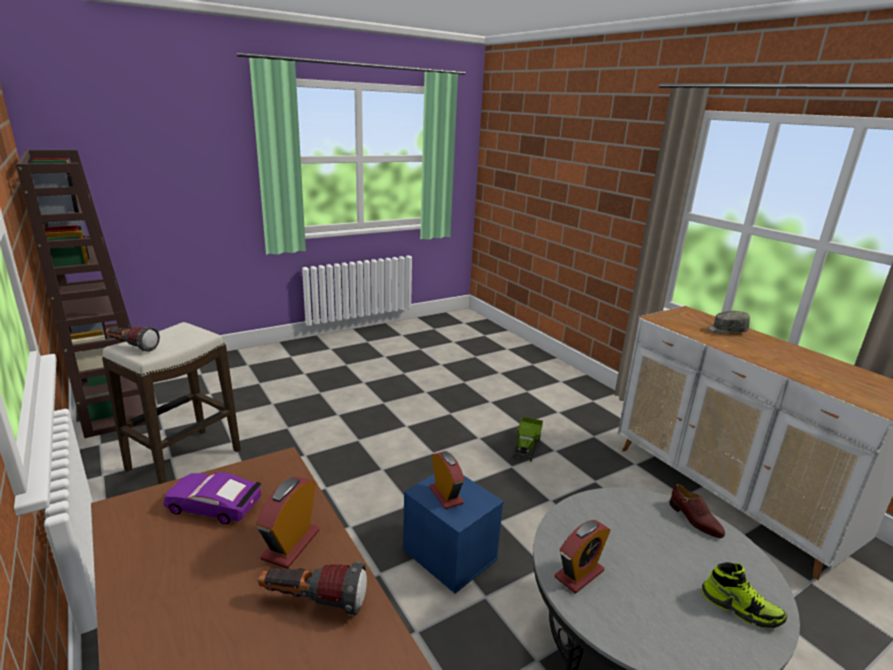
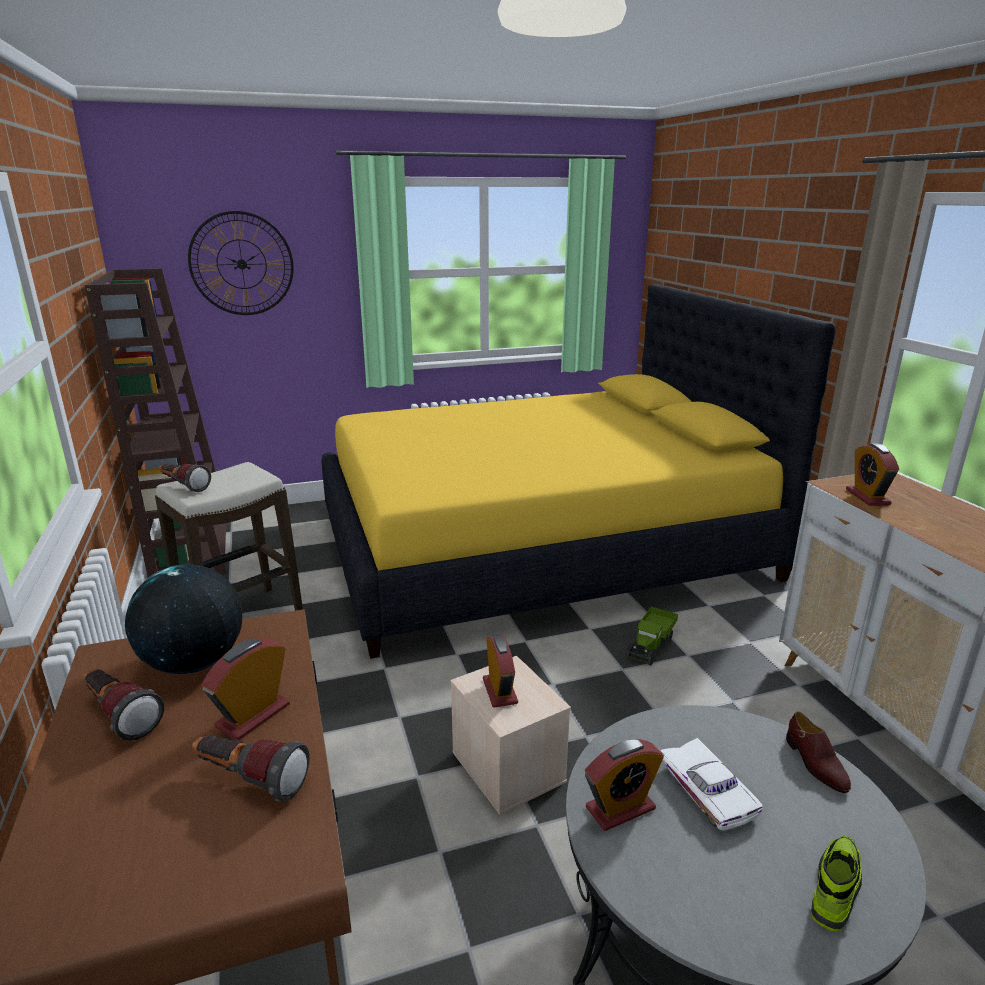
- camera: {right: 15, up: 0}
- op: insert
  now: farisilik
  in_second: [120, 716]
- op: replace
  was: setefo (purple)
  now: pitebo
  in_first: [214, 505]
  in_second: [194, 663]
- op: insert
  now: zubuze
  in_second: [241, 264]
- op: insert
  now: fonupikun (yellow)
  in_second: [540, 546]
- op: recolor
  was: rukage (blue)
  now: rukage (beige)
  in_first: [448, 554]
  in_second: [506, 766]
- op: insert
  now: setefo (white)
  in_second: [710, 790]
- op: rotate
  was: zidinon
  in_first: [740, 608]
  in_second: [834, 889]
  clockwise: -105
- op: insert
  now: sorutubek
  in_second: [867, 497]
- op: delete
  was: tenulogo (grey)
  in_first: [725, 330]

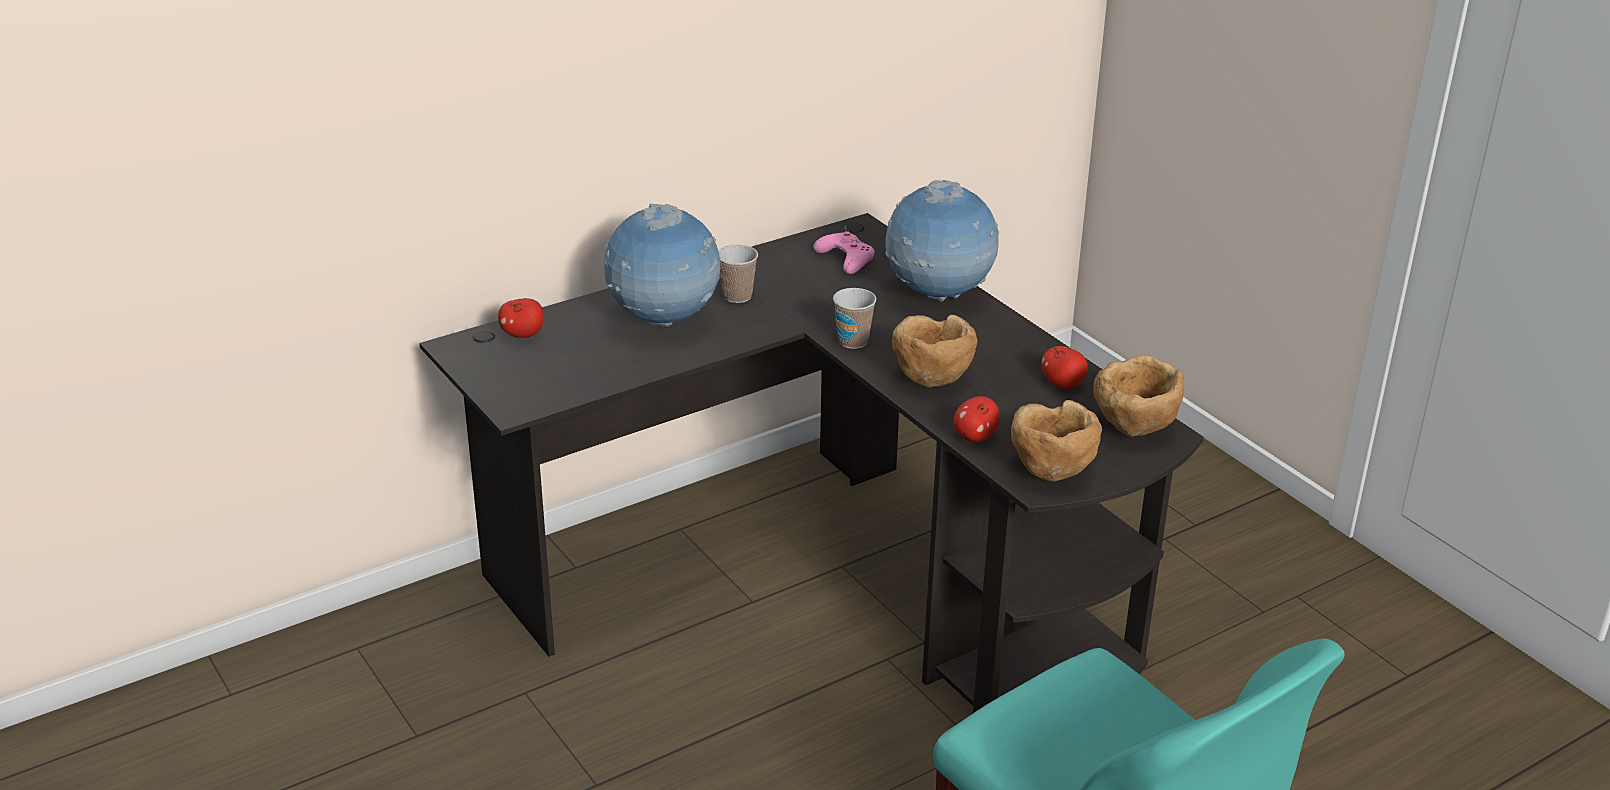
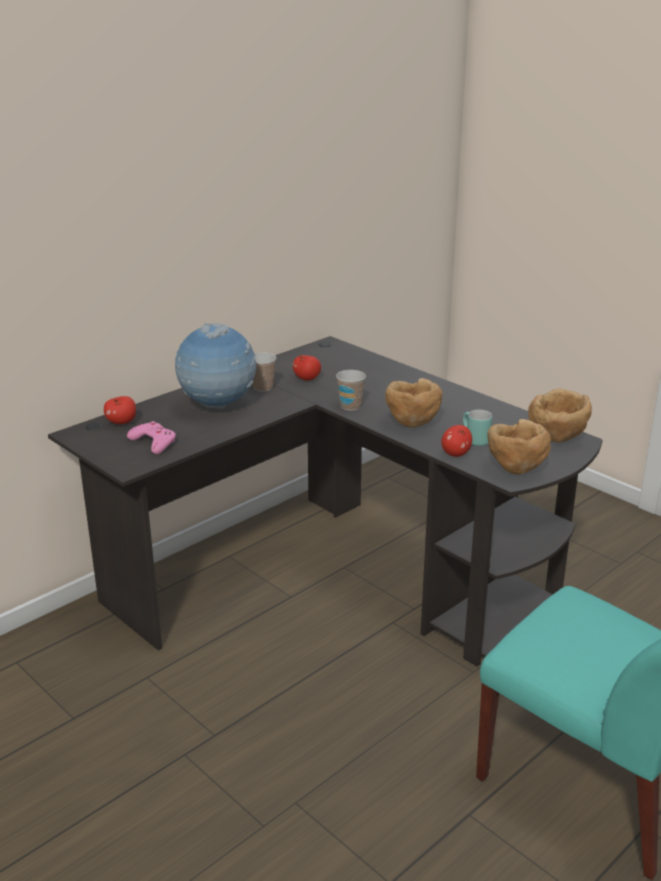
- camera: {right: -10, up: -5}
- op: move
  was: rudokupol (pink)
  in_first: [846, 258]
  in_second: [153, 442]
- op: move
  was: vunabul
  in_first: [1063, 384]
  in_second: [307, 379]
- op: insert
  now: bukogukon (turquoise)
  in_second: [473, 440]
- op: delete
  was: pitebo
  in_first: [938, 296]

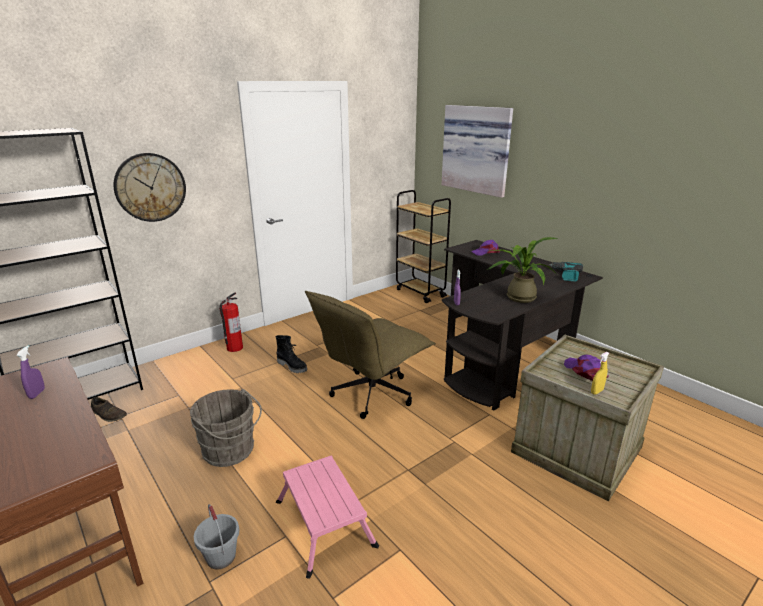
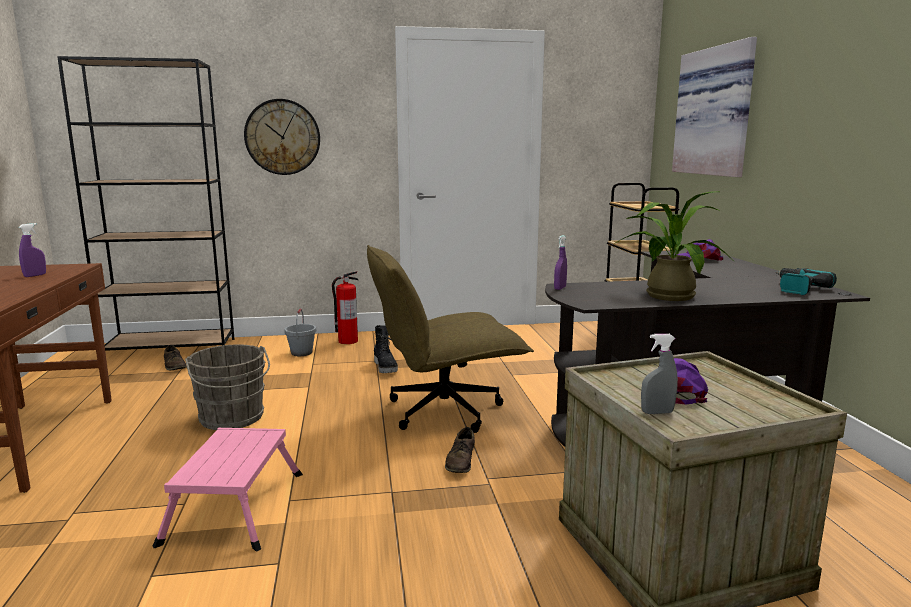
- camera: {right: 30, up: -10}
- op: move
  was: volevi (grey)
  in_first: [220, 557]
  in_second: [301, 353]
- op: insert
  now: zidinon (brown)
  in_second: [461, 460]
- op: recolor
  was: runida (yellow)
  now: runida (grey)
  in_first: [596, 391]
  in_second: [657, 412]

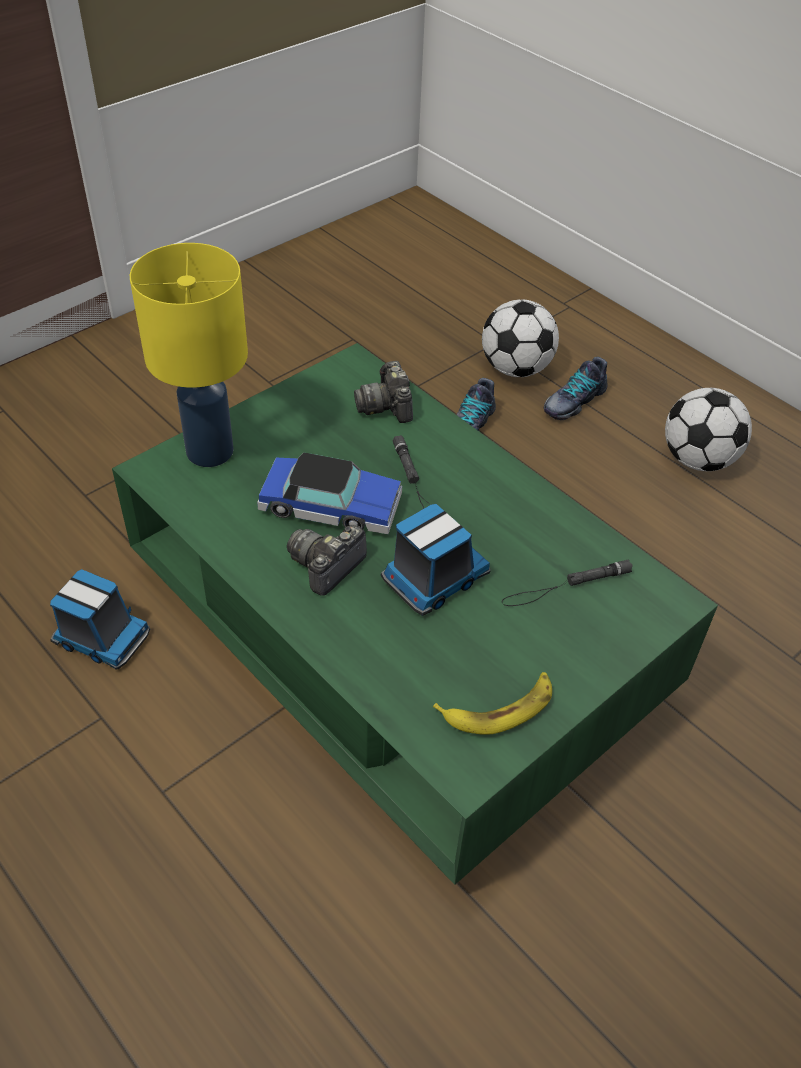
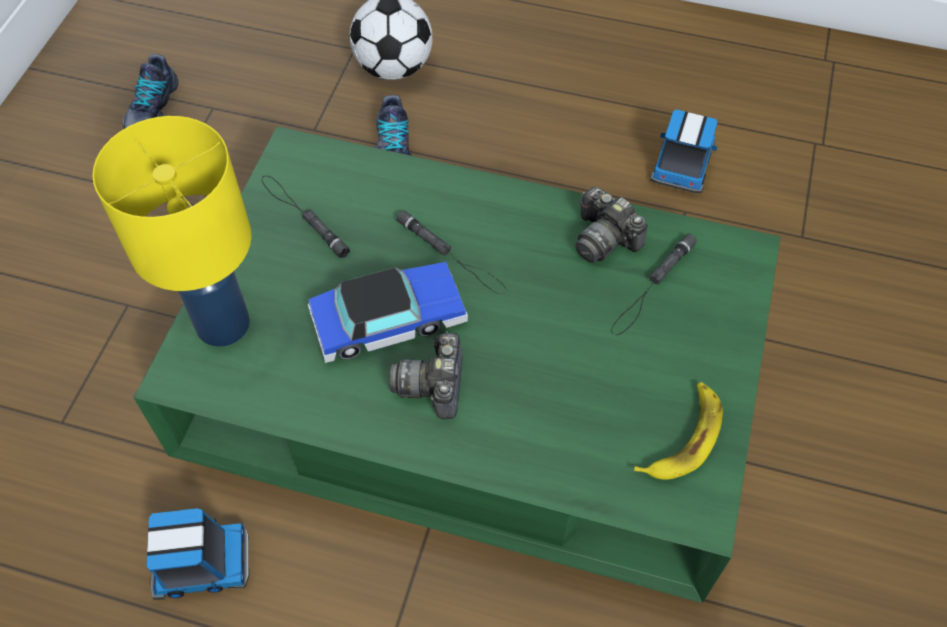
- camera: {right: -30, up: 10}
- op: move
  was: zidinon
  in_first: [573, 401]
  in_second: [151, 108]
- op: insert
  now: farisilik (black)
  in_second: [303, 216]
- op: move
  was: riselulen
  in_first: [386, 406]
  in_second: [604, 238]
- op: move
  was: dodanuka
  in_first: [434, 579]
  in_second: [682, 165]
- op: delete
  was: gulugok
  in_first: [697, 460]

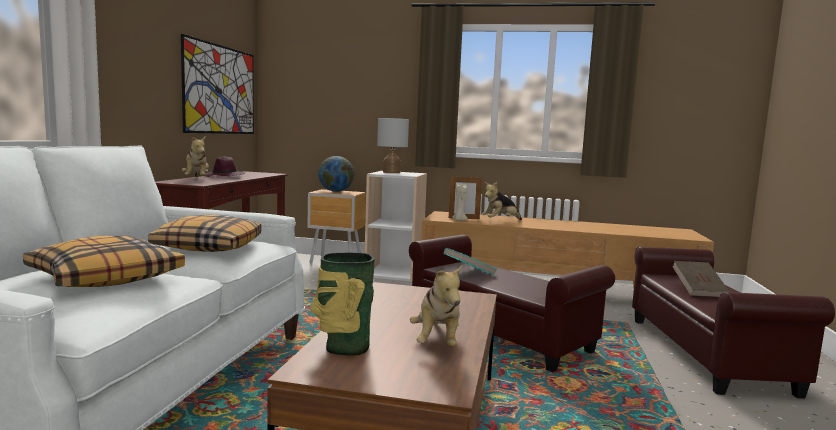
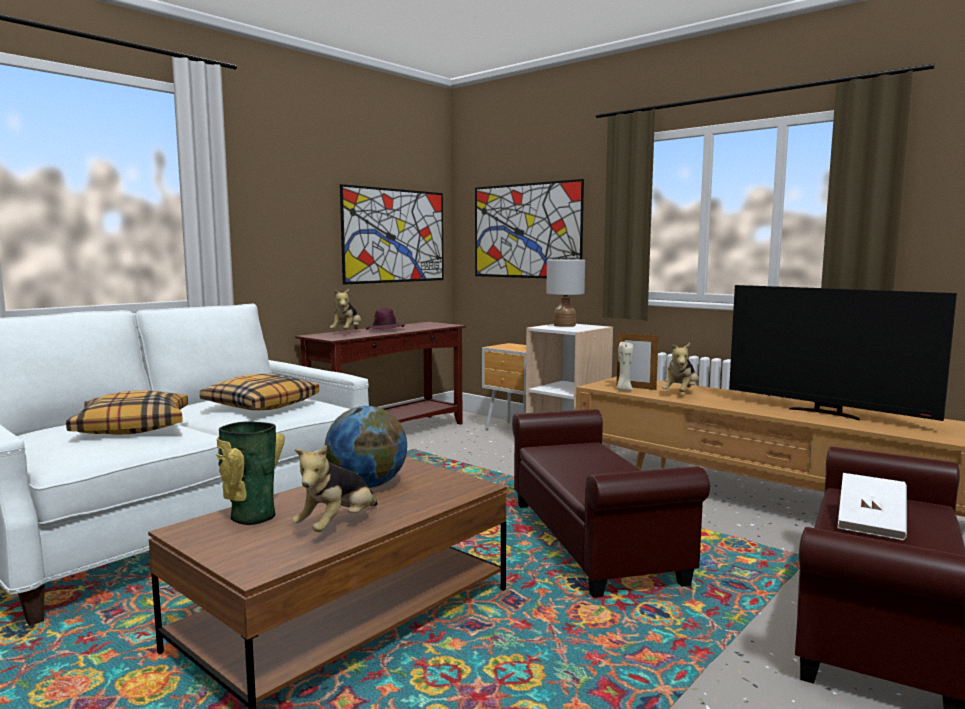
- camera: {right: 30, up: 0}
- op: move
  was: pitebo
  in_first: [335, 191]
  in_second: [367, 485]
- op: insert
  now: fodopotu
  in_second: [526, 231]
- op: rotate
  was: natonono
  in_first: [500, 221]
  in_second: [681, 394]
  clockwise: -60
- op: insert
  now: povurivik
  in_second: [826, 413]
- op: recolor
  was: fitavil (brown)
  now: fitavil (white)
  in_first: [698, 291]
  in_second: [871, 524]
- op: delete
  was: fitavil (turquoise)
  in_first: [469, 273]

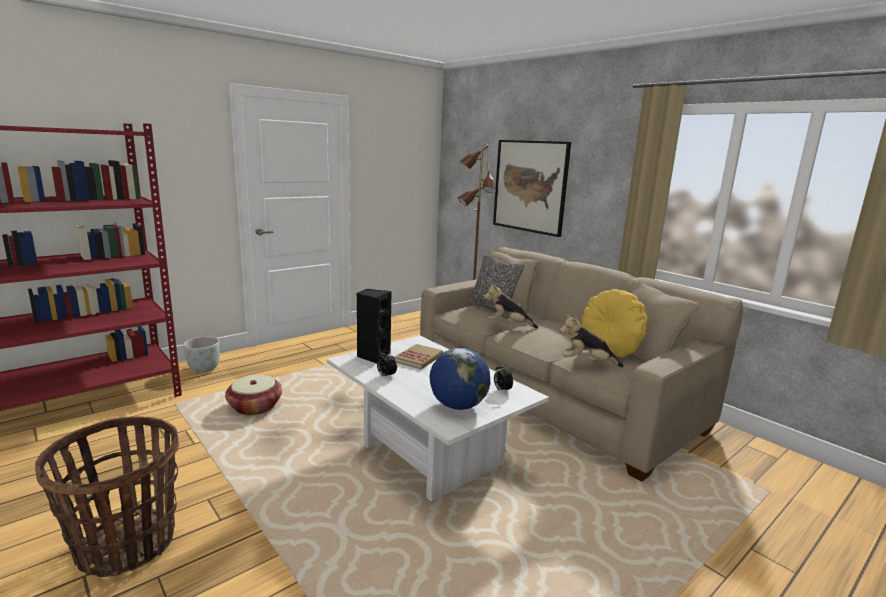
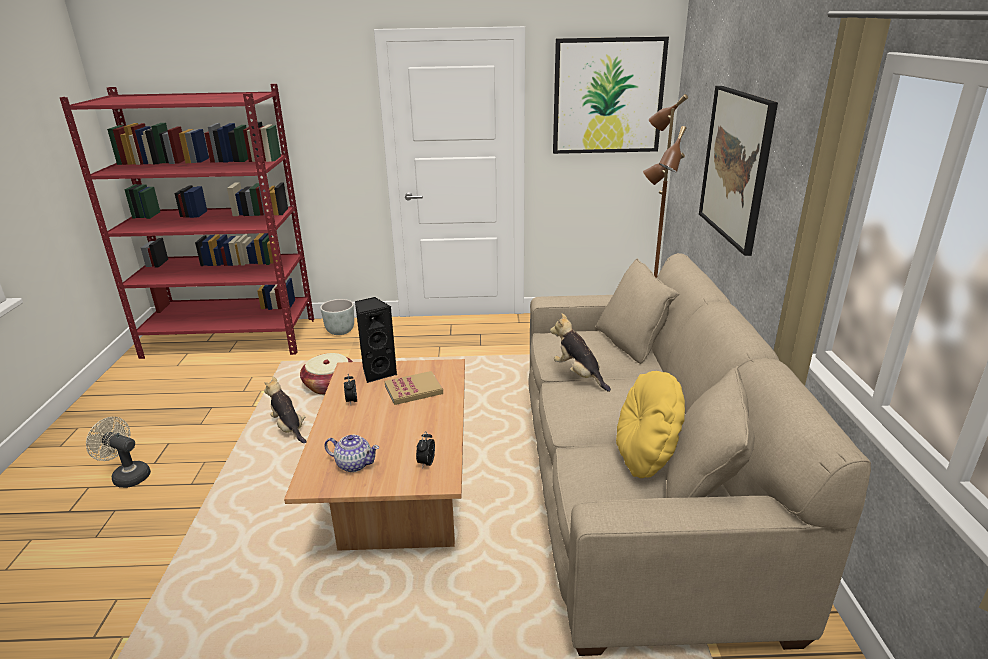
- camera: {right: 40, up: 10}
- op: replace
  was: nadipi
  now: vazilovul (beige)
  in_first: [126, 545]
  in_second: [127, 476]
- op: move
  was: natonono
  in_first: [587, 363]
  in_second: [289, 428]
- op: recolor
  was: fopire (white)
  now: fopire (brown)
  in_first: [427, 456]
  in_second: [398, 501]
- op: replace
  was: pitebo
  now: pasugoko
  in_first: [458, 406]
  in_second: [354, 464]
- op: insert
  now: fodopotu
  in_second: [608, 96]
- op: delete
  was: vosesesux
  in_first: [493, 309]

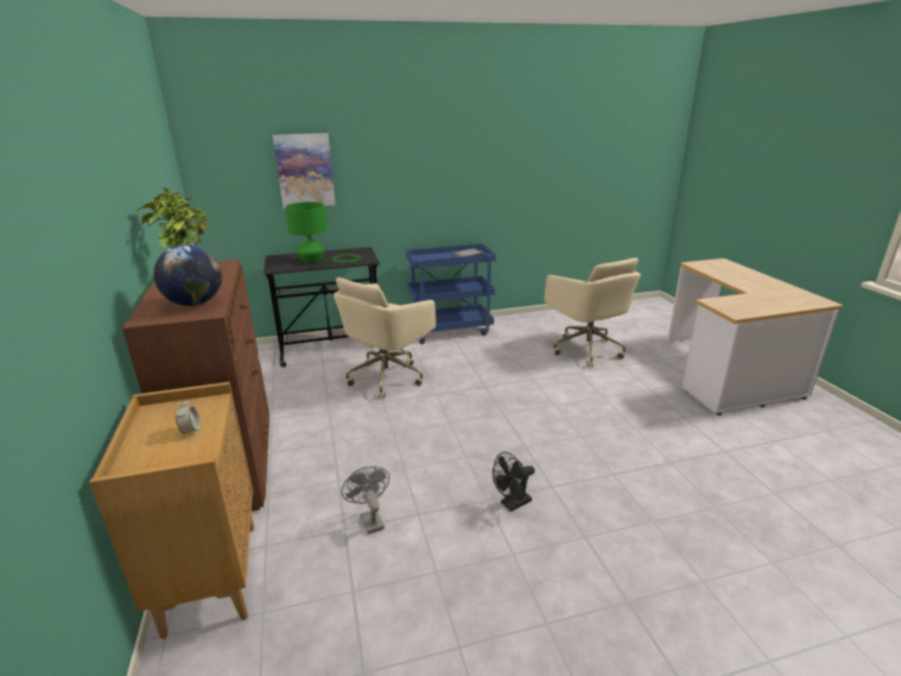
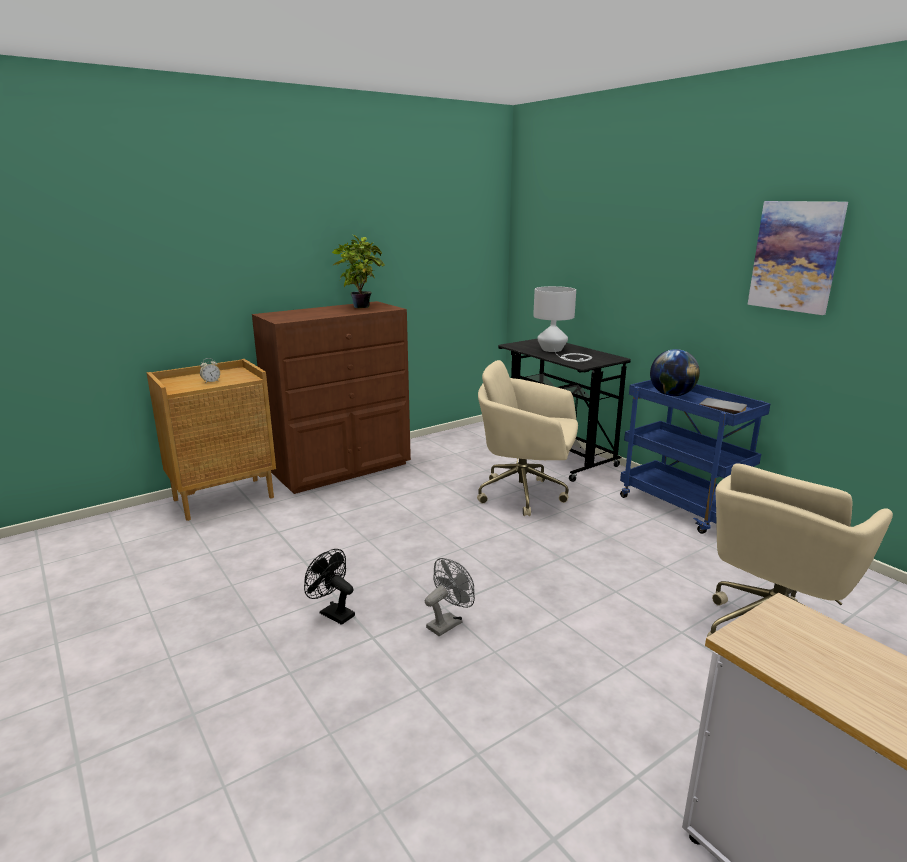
- camera: {right: 70, up: -5}
- op: move
  was: vazilovul (grey)
  in_first: [370, 519]
  in_second: [448, 623]
- op: recolor
  was: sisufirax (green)
  now: sisufirax (white)
  in_first: [325, 259]
  in_second: [561, 353]
- op: move
  was: pitebo
  in_first: [194, 303]
  in_second: [671, 395]
- op: move
  was: fodopotu
  in_first: [305, 171]
  in_second: [795, 256]

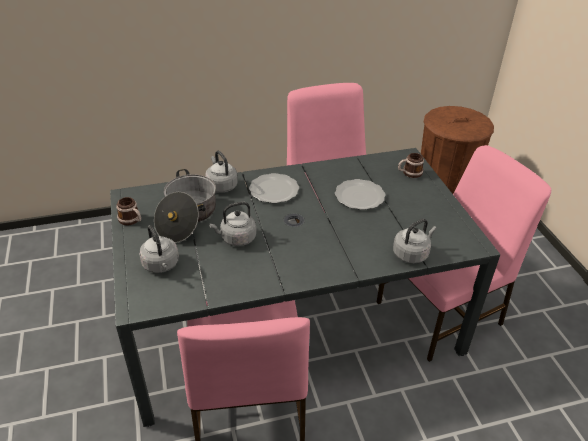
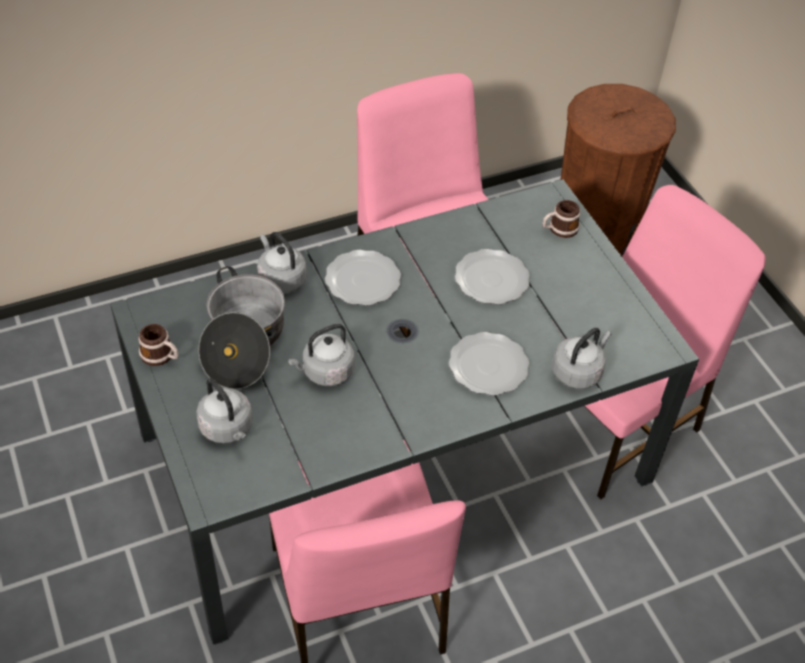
- camera: {right: -10, up: 10}
- op: insert
  now: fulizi
  in_second: [489, 366]

